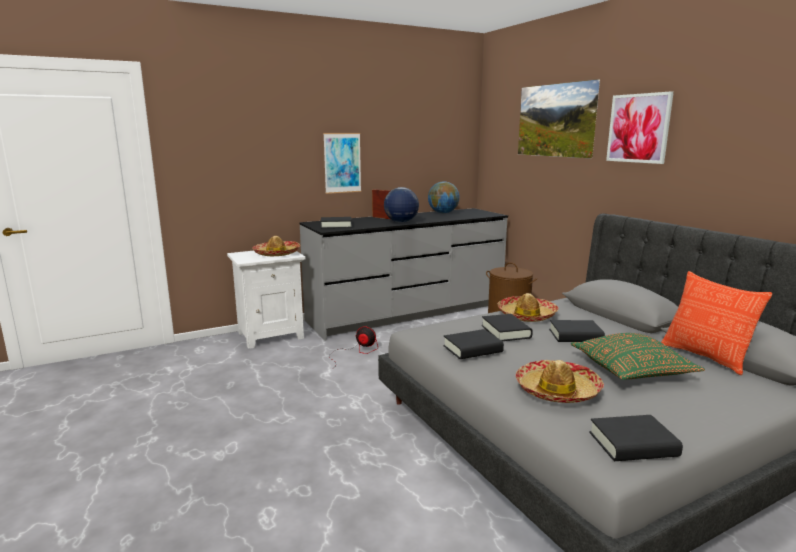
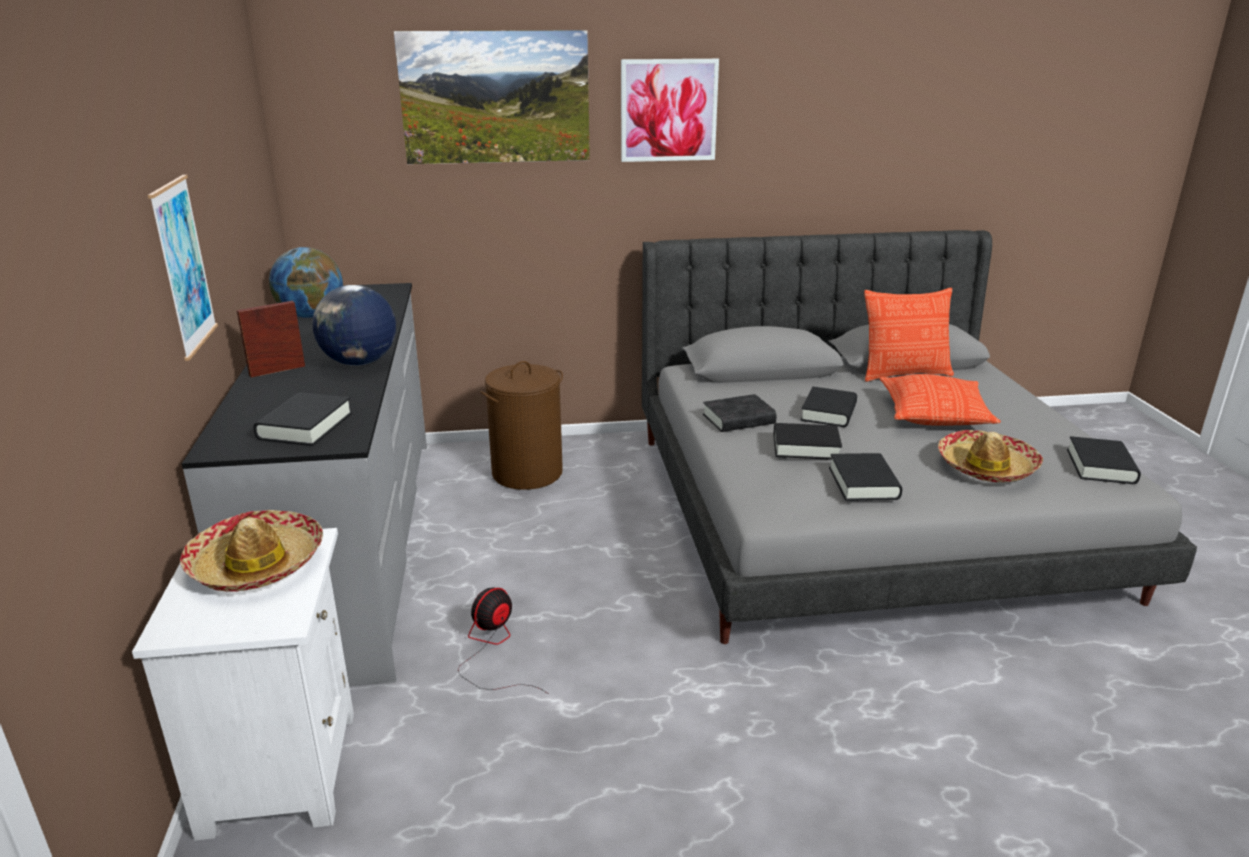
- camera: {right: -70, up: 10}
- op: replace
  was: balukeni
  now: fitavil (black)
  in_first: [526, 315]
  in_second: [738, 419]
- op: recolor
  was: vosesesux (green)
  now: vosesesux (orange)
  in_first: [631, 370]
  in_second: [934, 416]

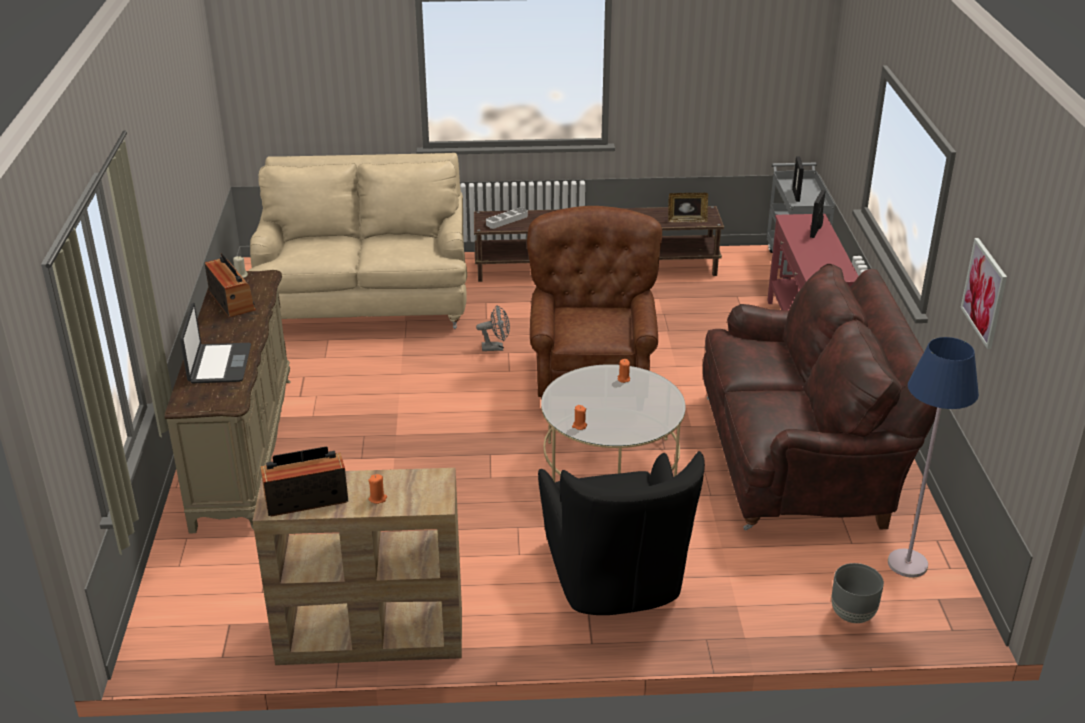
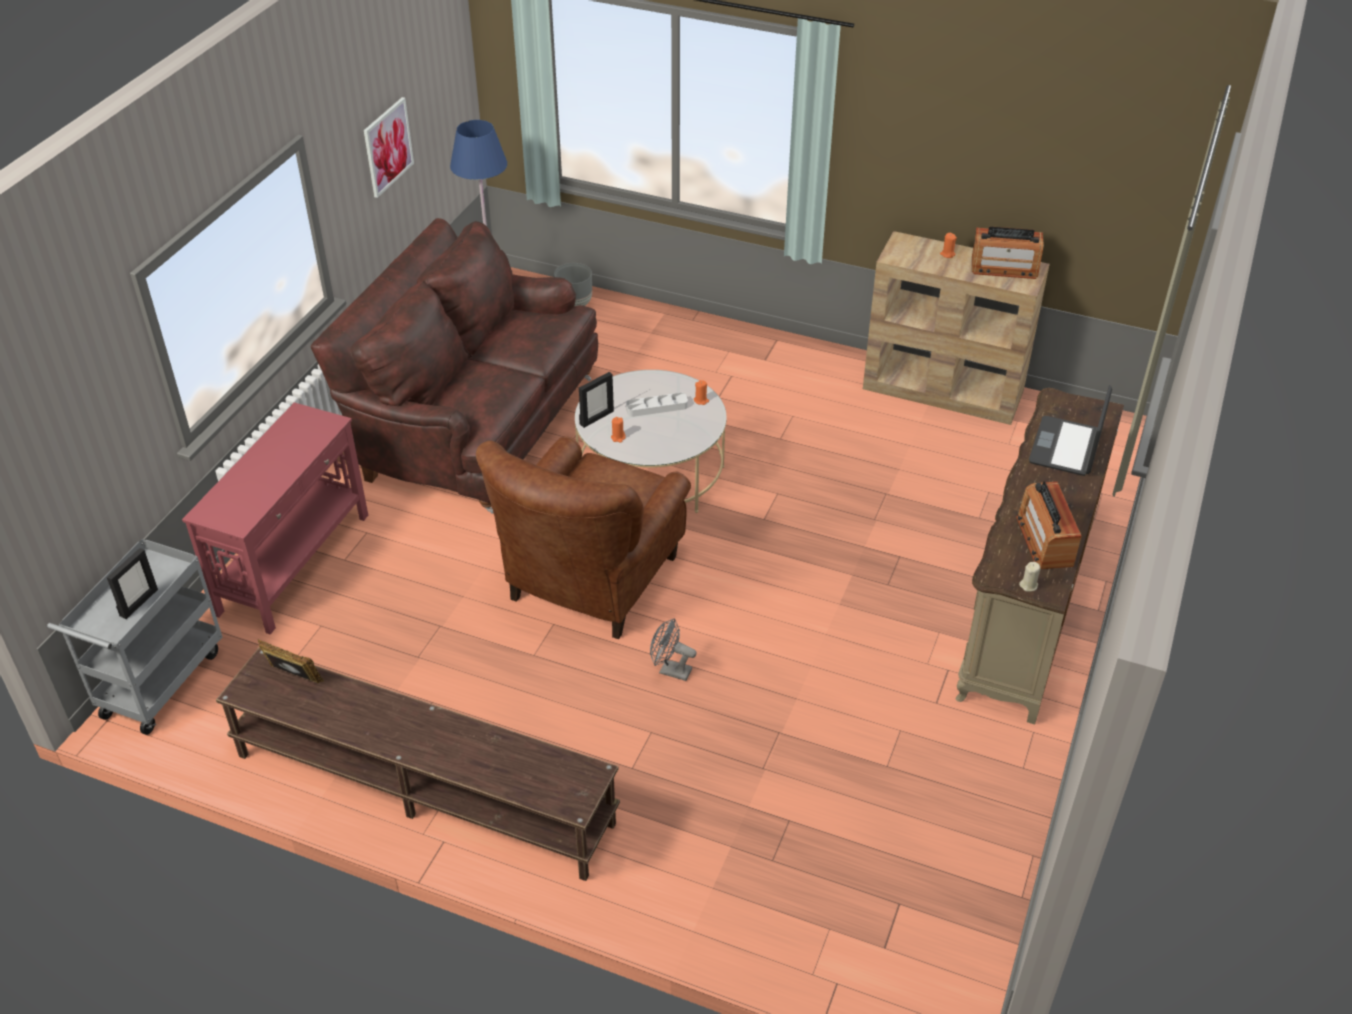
- camera: {right: -155, up: 10}
- op: move
  was: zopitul
  in_first: [816, 231]
  in_second: [596, 418]
- op: move
  was: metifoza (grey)
  in_first: [507, 220]
  in_second: [656, 407]
- op: delete
  was: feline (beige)
  in_first: [367, 298]
- op: delete
  was: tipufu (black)
  in_first: [616, 578]

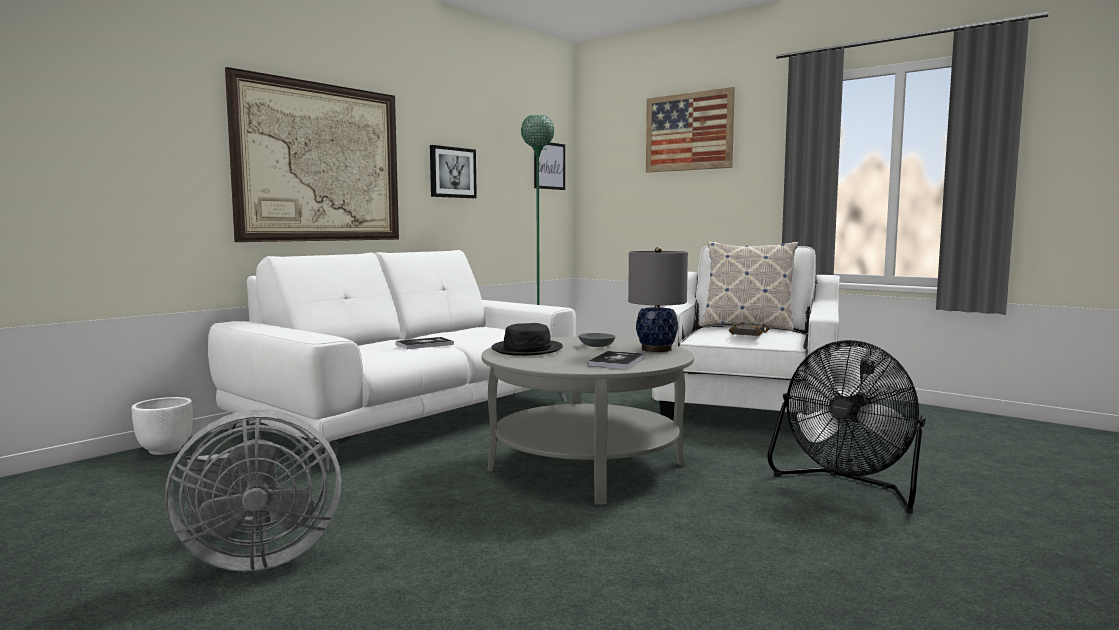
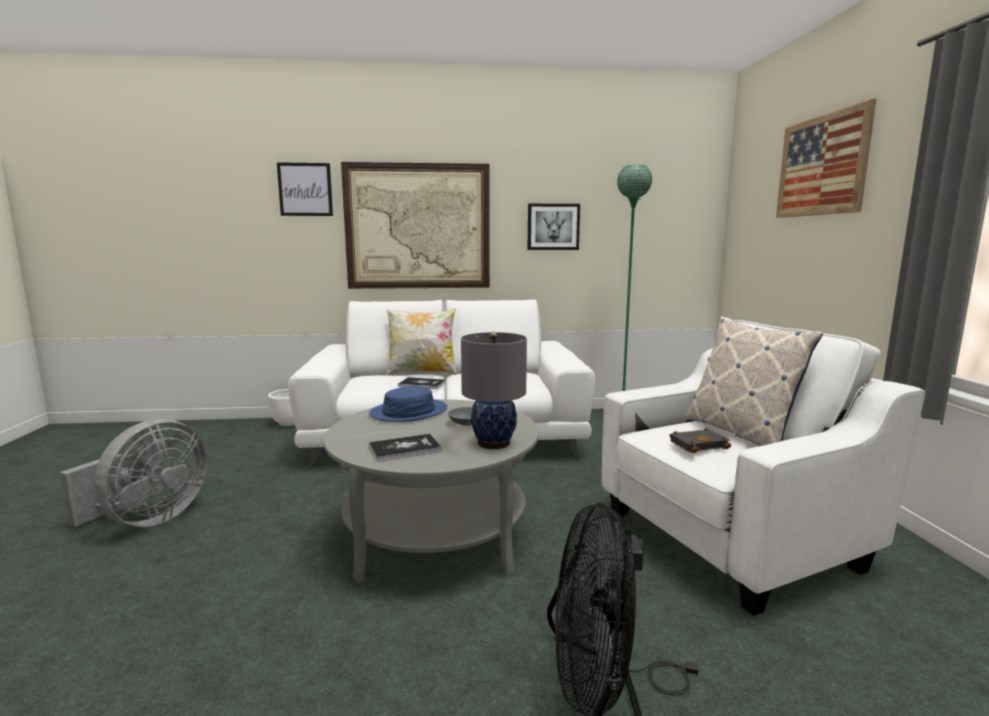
- camera: {right: 45, up: 5}
- op: rotate
  was: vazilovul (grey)
  in_first: [255, 558]
  in_second: [148, 519]
  clockwise: -90
- op: move
  was: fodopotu
  in_first: [549, 165]
  in_second: [305, 189]
- op: recolor
  was: balukeni (black)
  now: balukeni (blue)
  in_first: [527, 349]
  in_second: [409, 412]
- op: insert
  now: vosesesux
  in_second: [422, 372]

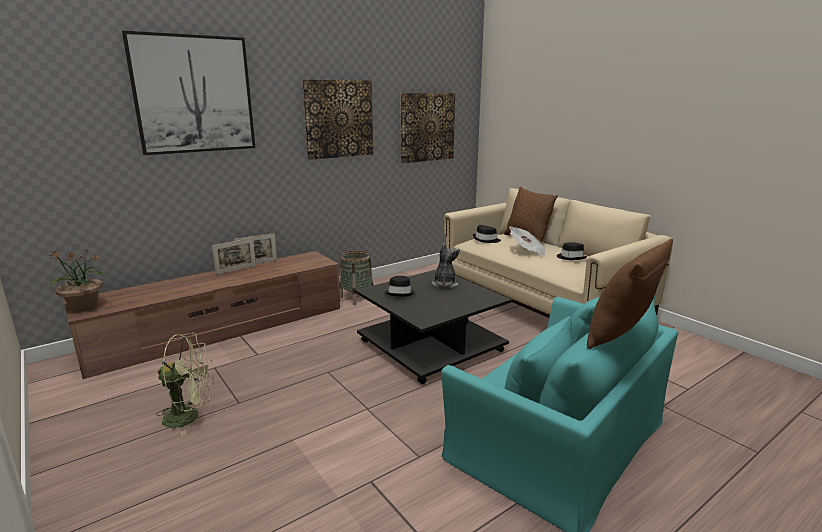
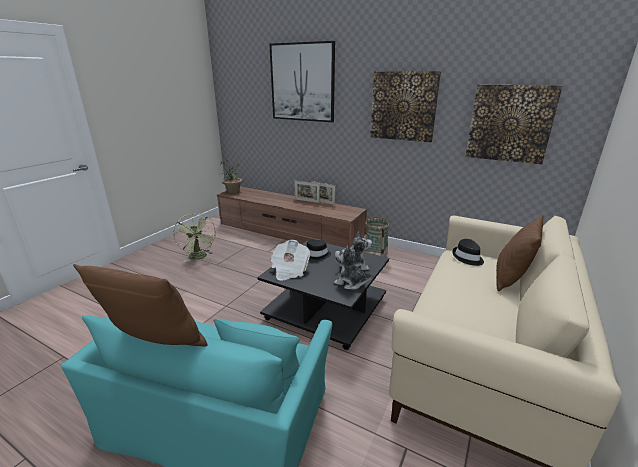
- camera: {right: 65, up: 5}
- op: move
  was: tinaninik
  in_first: [527, 251]
  in_second: [289, 270]
- op: insert
  now: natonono
  in_second: [350, 283]
- op: delete
  was: balukeni (black)
  in_first: [571, 257]

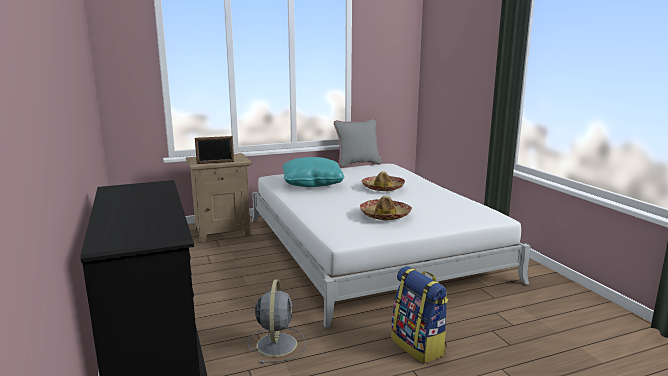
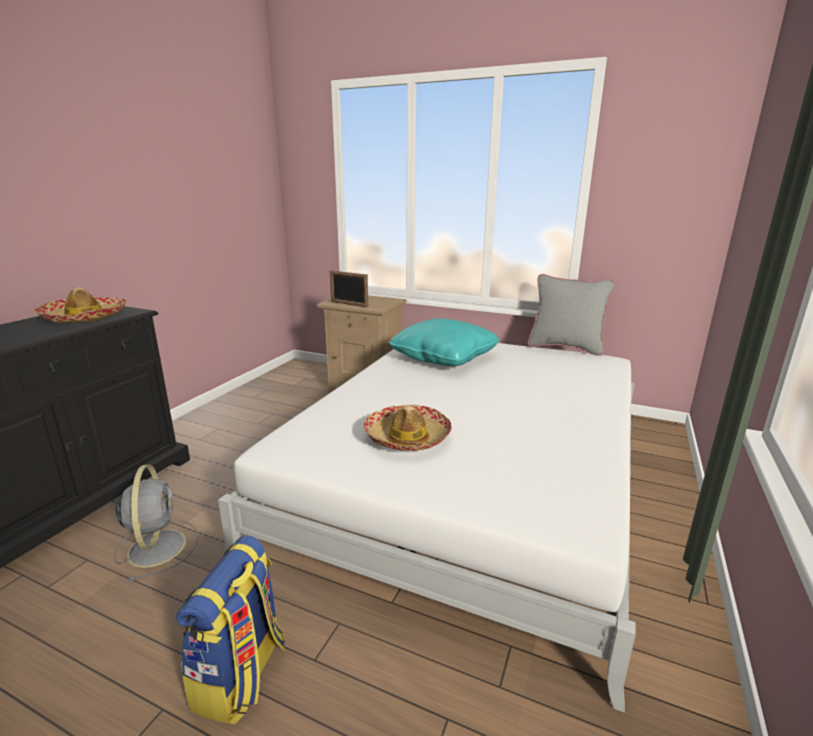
- camera: {right: 45, up: 5}
- op: move
  was: balukeni
  in_first: [383, 188]
  in_second: [85, 318]
- op: rotate
  was: vazilovul (grey)
  in_first: [277, 343]
  in_second: [157, 546]
  clockwise: -60

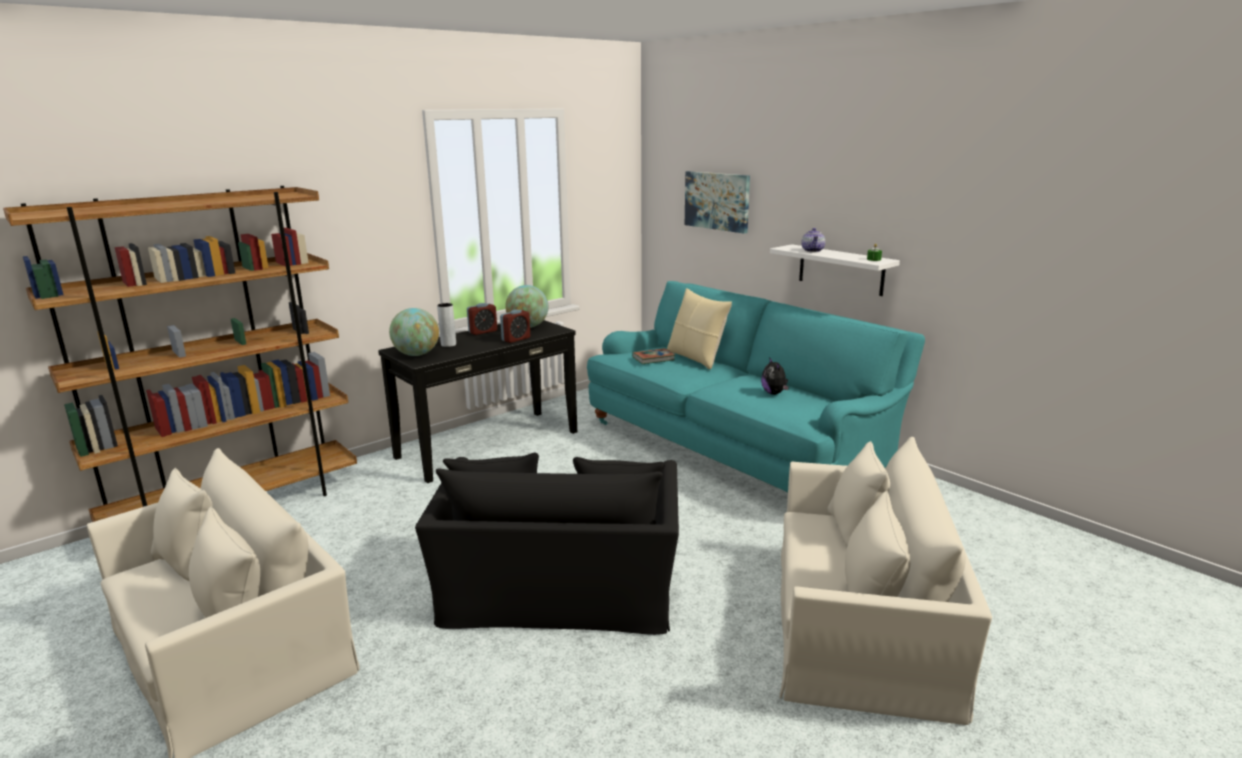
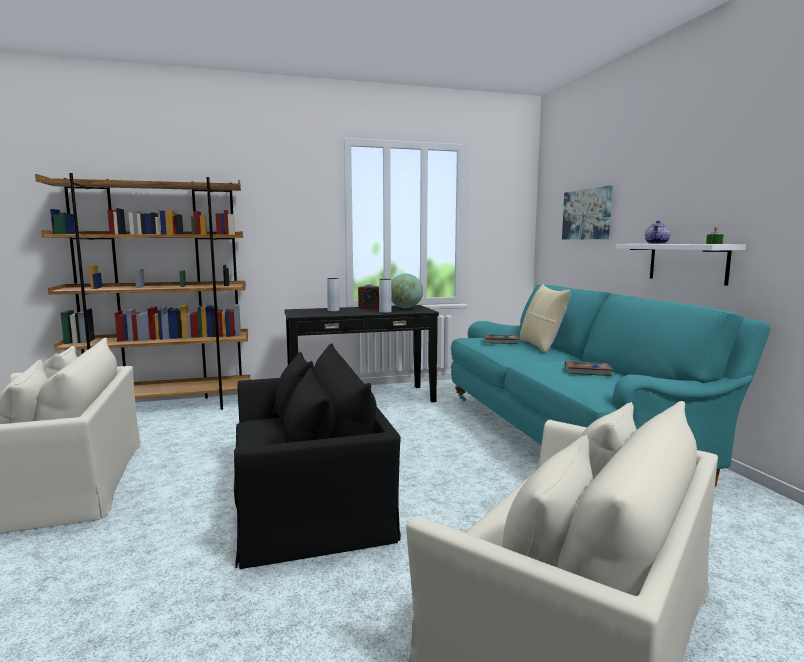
- camera: {right: 25, up: -10}
- op: rotate
  was: tipufu (black)
  in_first: [559, 584]
  in_second: [308, 498]
  clockwise: -135
- op: replace
  was: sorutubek
  now: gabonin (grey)
  in_first: [516, 339]
  in_second: [385, 312]
- op: replace
  was: natonono
  now: fitavil
  in_first: [774, 393]
  in_second: [587, 371]
- op: delete
  was: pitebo
  in_first: [417, 354]

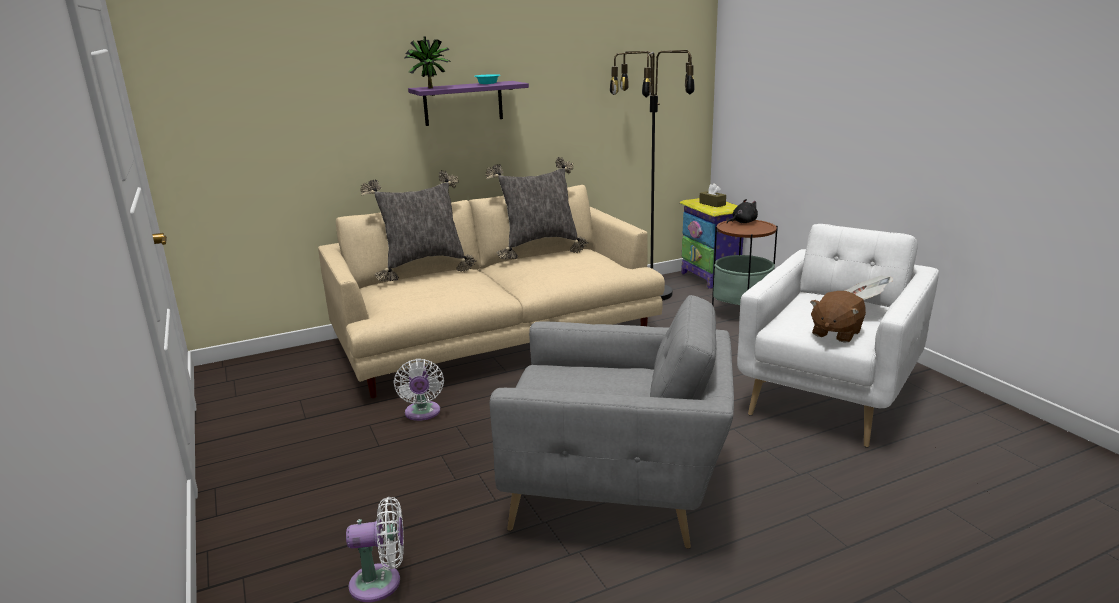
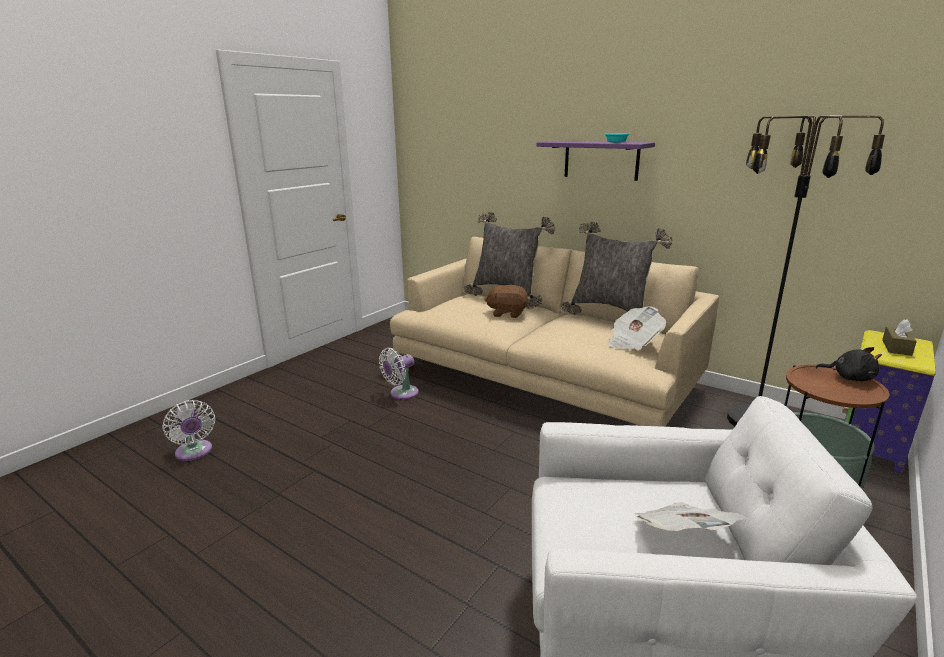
- camera: {right: 60, up: 0}
- op: move
  was: natonono (brown)
  in_first: [835, 333]
  in_second: [507, 313]
- op: insert
  now: tinaninik
  in_second: [633, 342]
- op: delete
  was: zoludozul
  in_first: [430, 88]
- op: delete
  was: tipufu (grey)
  in_first: [617, 497]

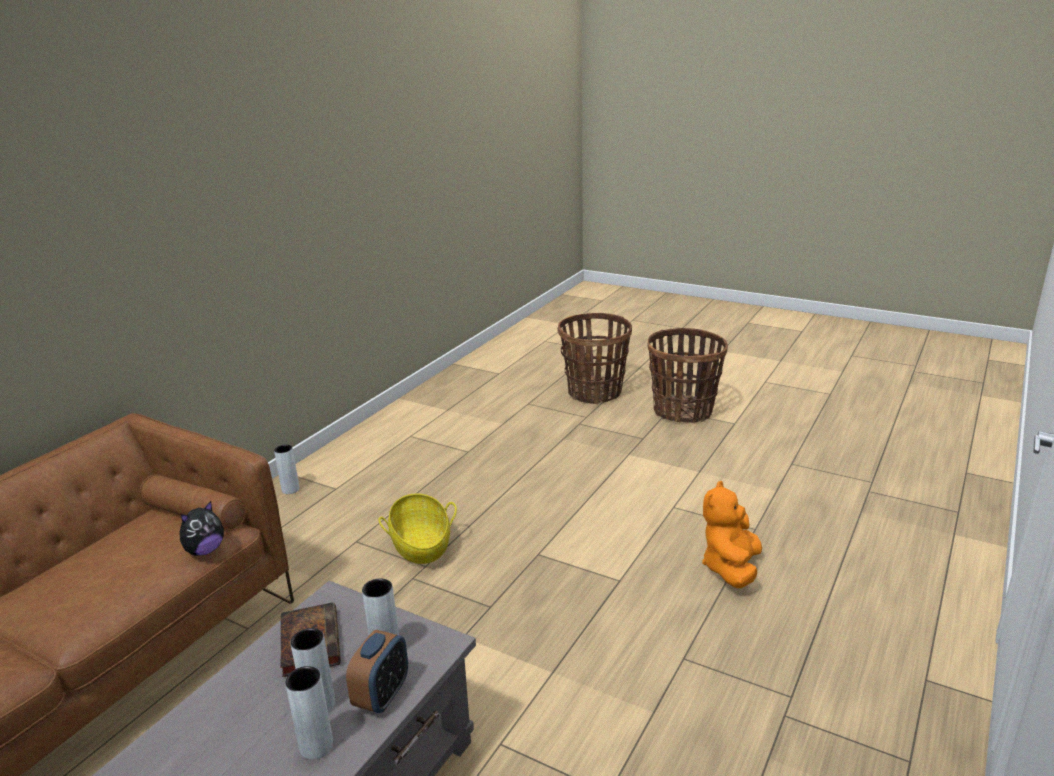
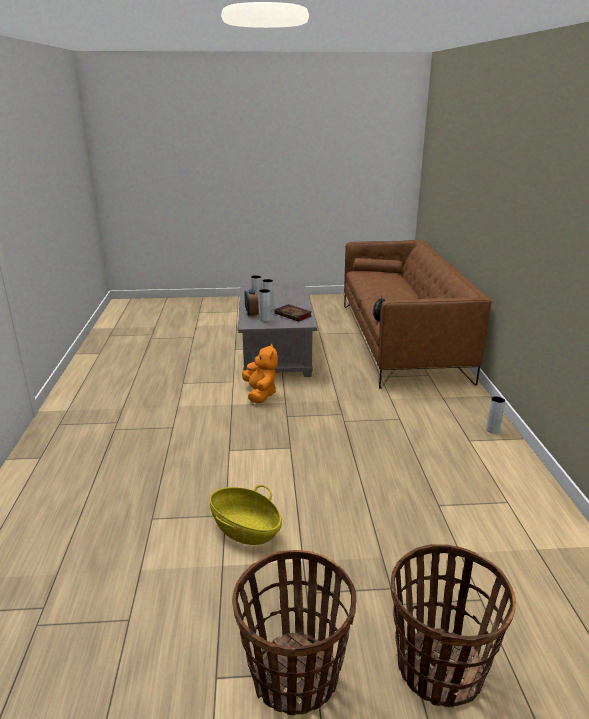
- camera: {right: 145, up: 0}
- op: move
  was: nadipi
  in_first: [421, 545]
  in_second: [245, 529]
- op: move
  was: natonono (orange)
  in_first: [731, 568]
  in_second: [260, 394]

